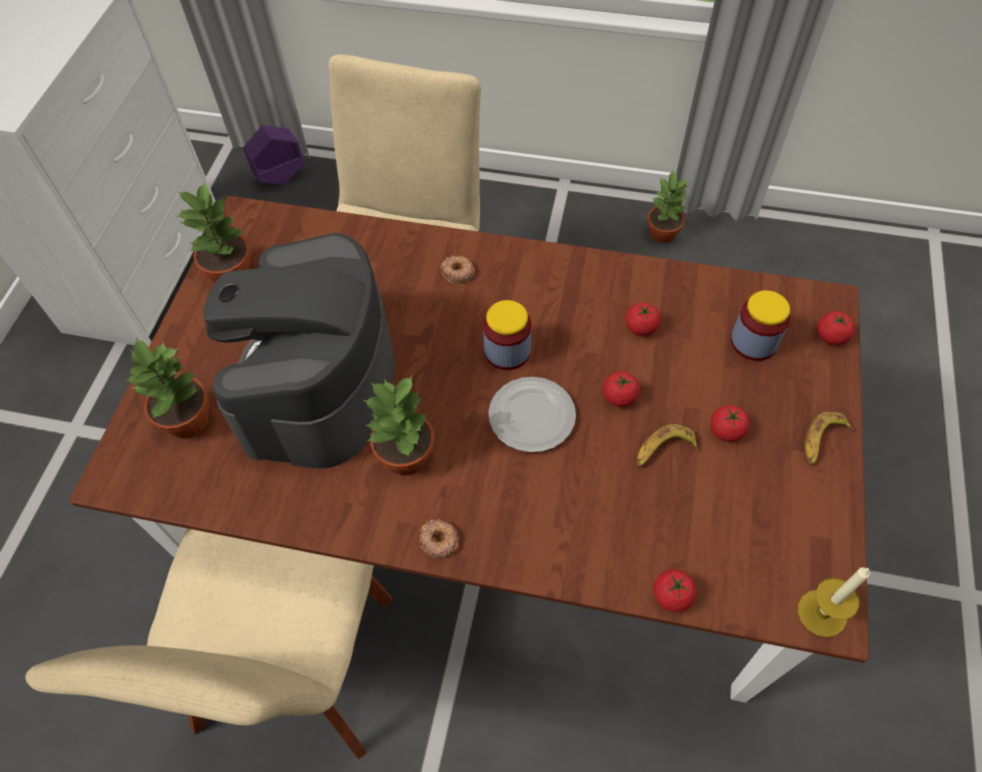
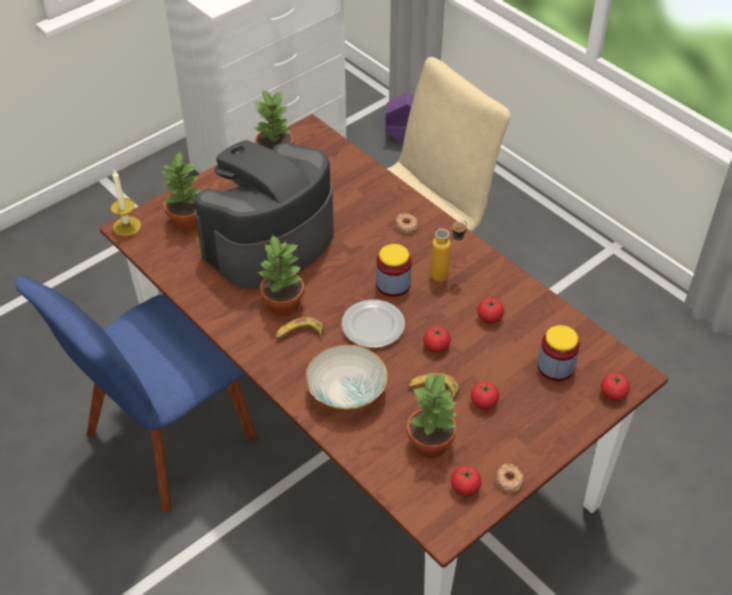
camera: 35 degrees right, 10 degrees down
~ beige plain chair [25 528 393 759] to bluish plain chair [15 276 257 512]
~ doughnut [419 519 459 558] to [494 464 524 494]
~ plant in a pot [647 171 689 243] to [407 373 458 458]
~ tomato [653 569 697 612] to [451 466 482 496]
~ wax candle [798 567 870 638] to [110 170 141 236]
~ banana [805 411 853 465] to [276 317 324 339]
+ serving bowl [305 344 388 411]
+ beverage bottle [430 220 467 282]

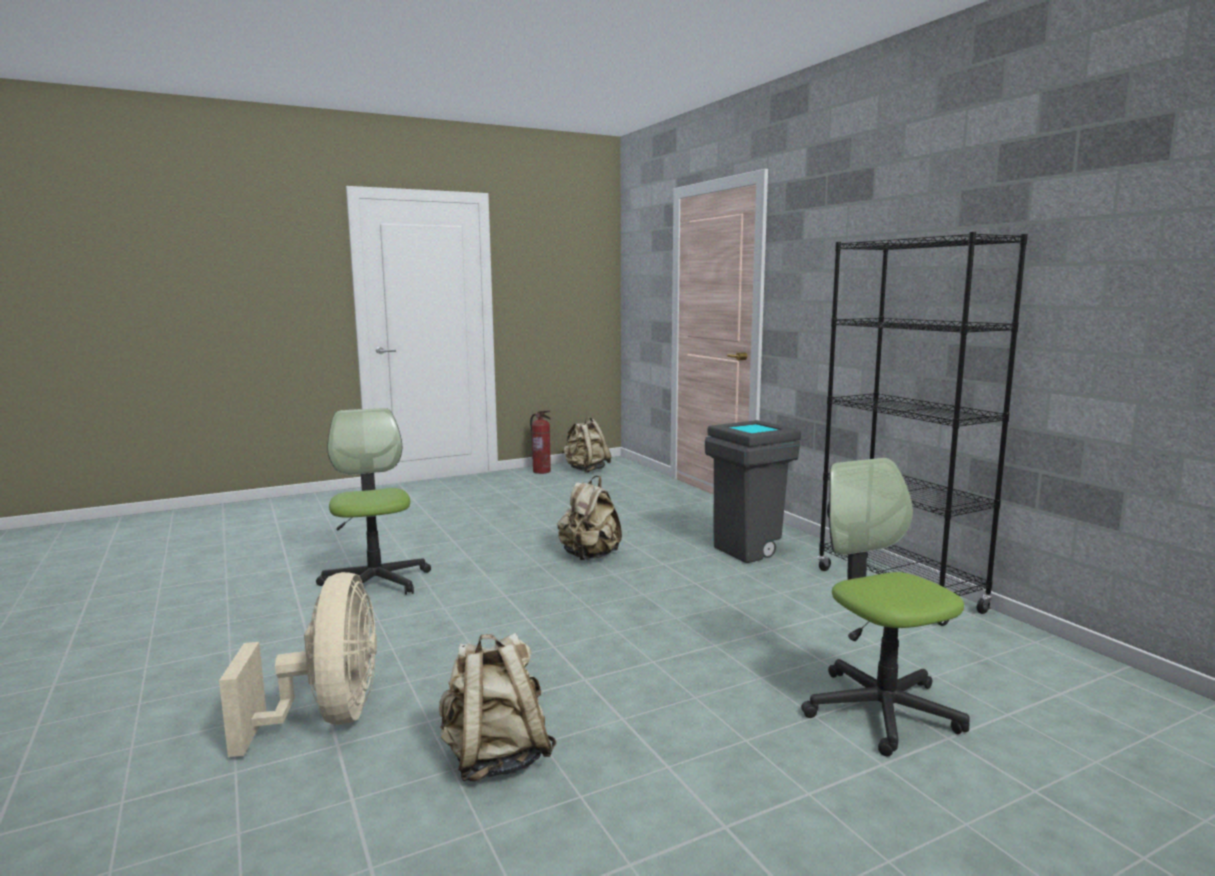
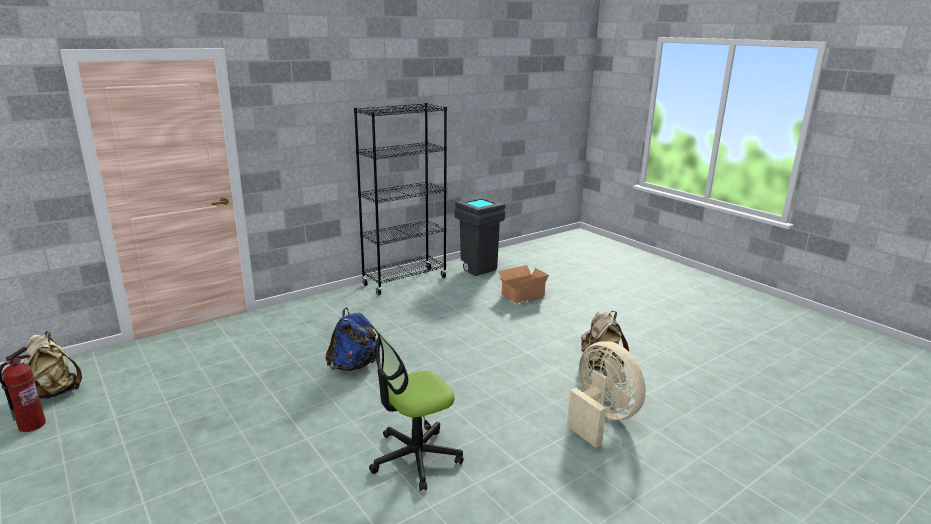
camera: 100 degrees left, 10 degrees up
~ beige fan [219 572 377 757] = [567 341 646 448] 75 degrees clockwise
~ beige backpack [558 476 622 560] to bluish backpack [325 307 377 371]
~ gray trash can [705 420 801 563] to [454 197 506 276]
~ office chair [801 458 970 757] to packing box [498 265 549 303]

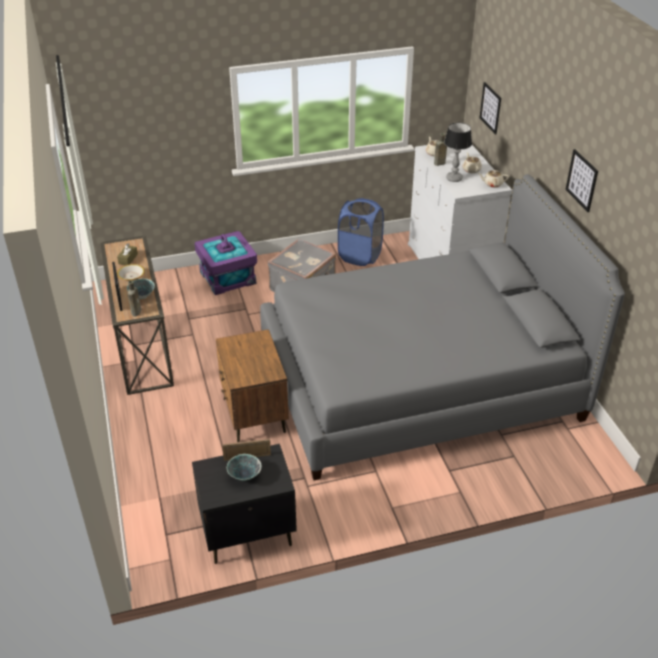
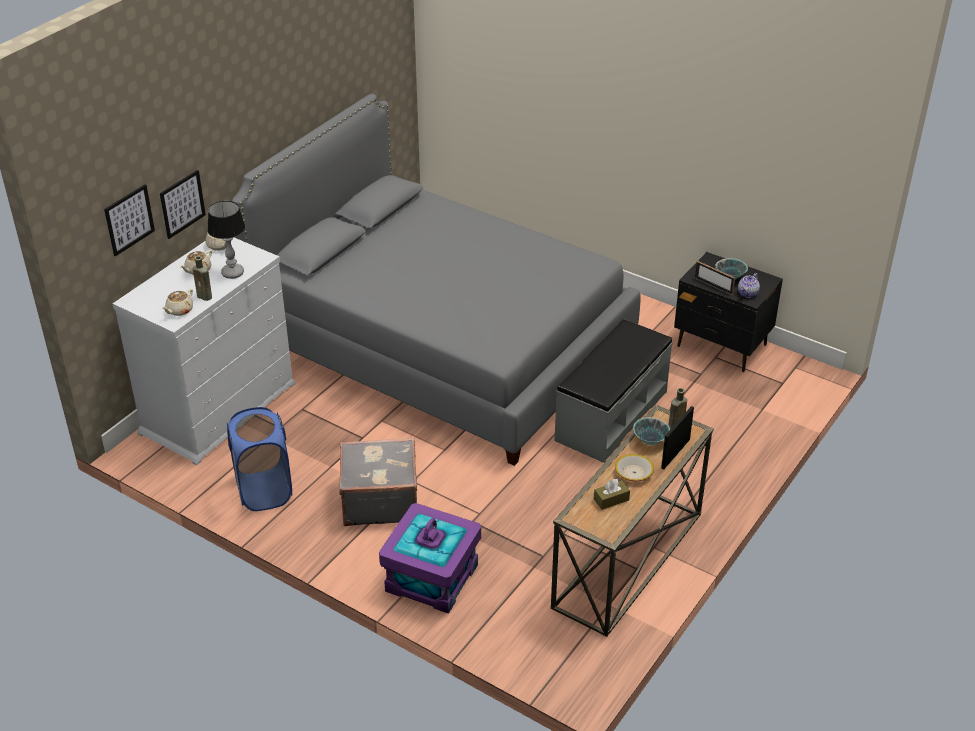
camera: 130 degrees left, 0 degrees up
~ brown-coloured night table [216 329 289 442] to gray indoor bench [555 319 673 463]
~ wall picture [565 149 598 212] to [160 170 206 239]
+ tea pot [738 273 760 298]

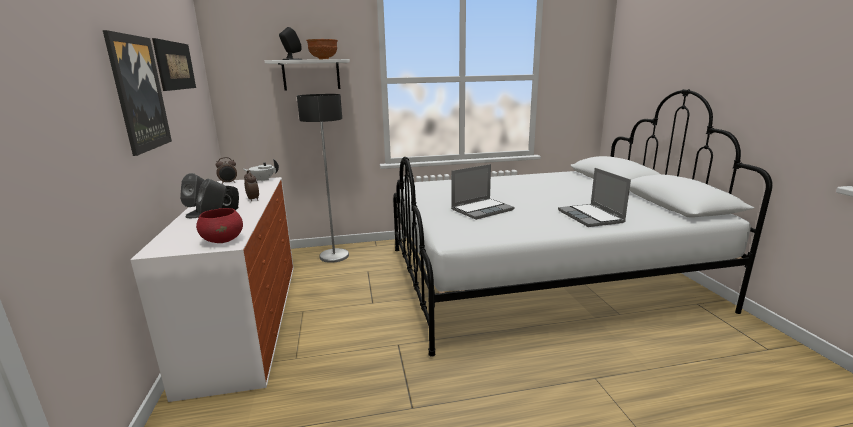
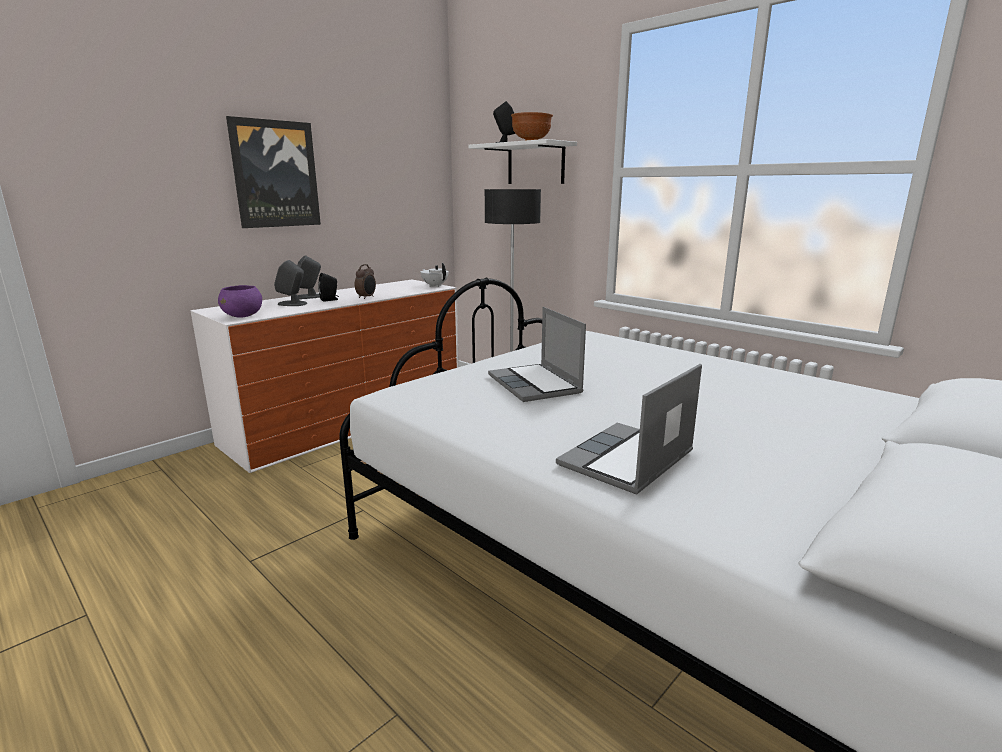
camera: 55 degrees right, 0 degrees up
- wall picture [152 38 196 91]
~ red-coloured serving bowl [196 208 243 243] to purplish serving bowl [218 285 262 318]
- bedside clock [216 157 237 184]
~ notebook computer [451 164 515 220] = [488 307 586 402] 45 degrees clockwise

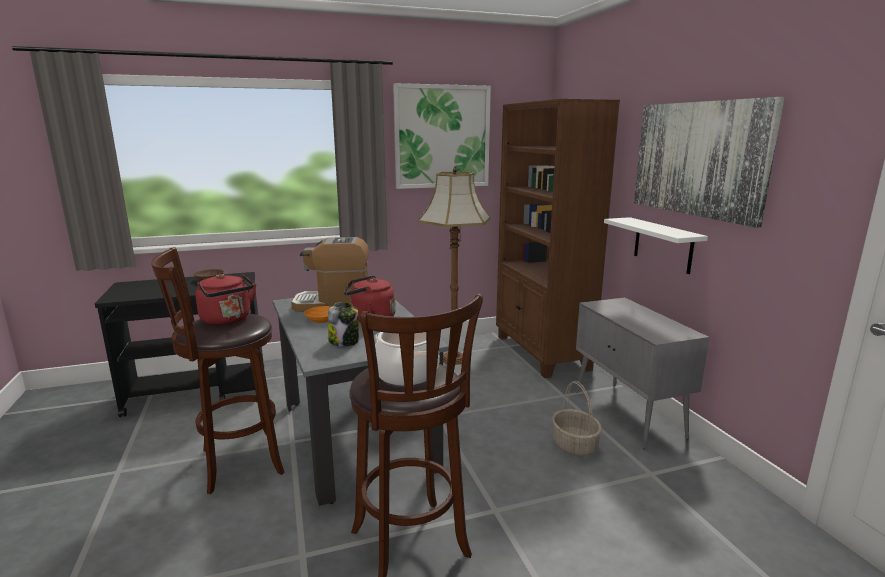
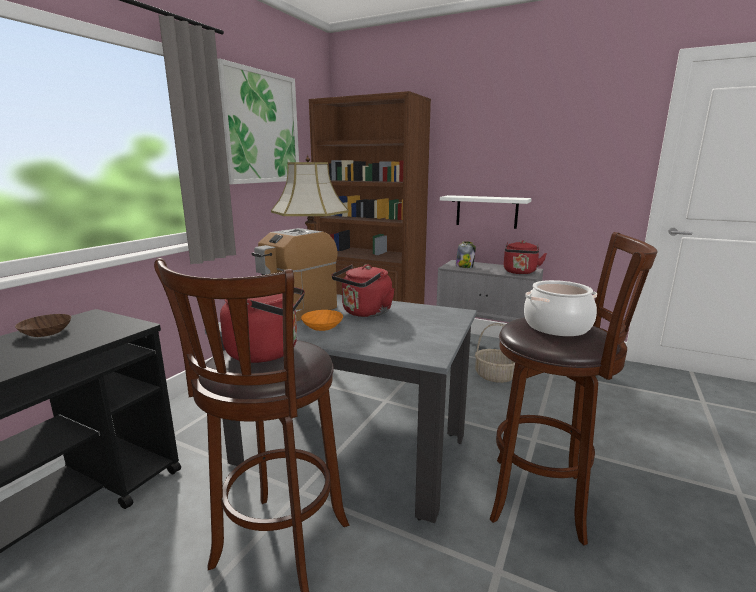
camera: 45 degrees left, 0 degrees up
~ jar [328 302 359 346] to [455 241 476 268]
- wall picture [634 97 785 228]
+ red-coloured tea kettle [504 240 547 274]

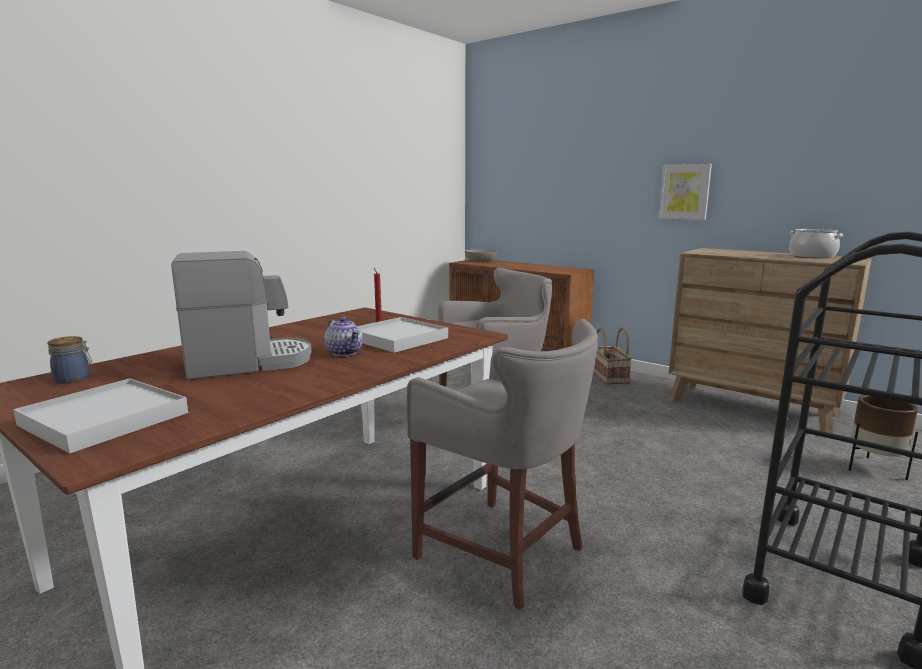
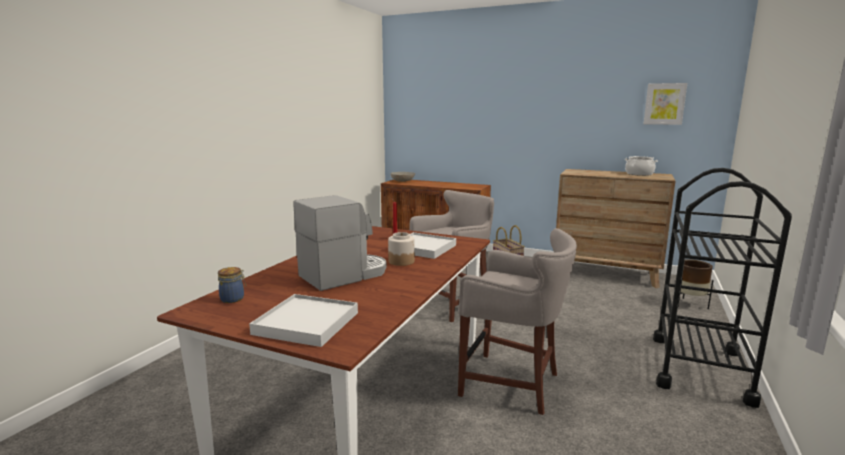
camera: 15 degrees left, 0 degrees up
~ tea pot [324 317 363 356] to jar [388 232 415 266]
~ wall picture [658 164 712 220] to [644 83 687 125]

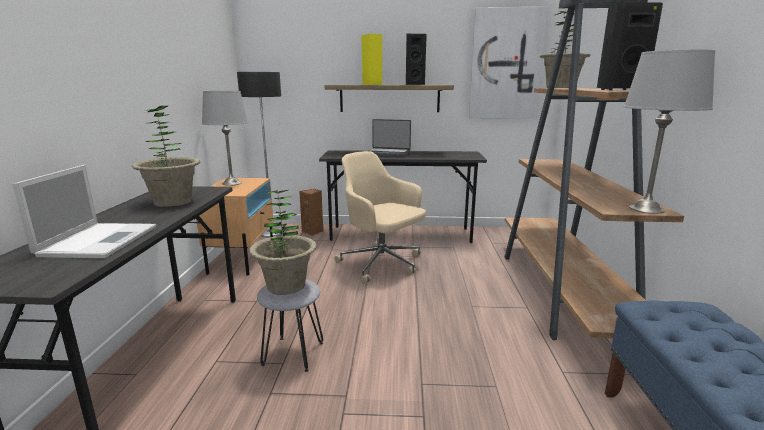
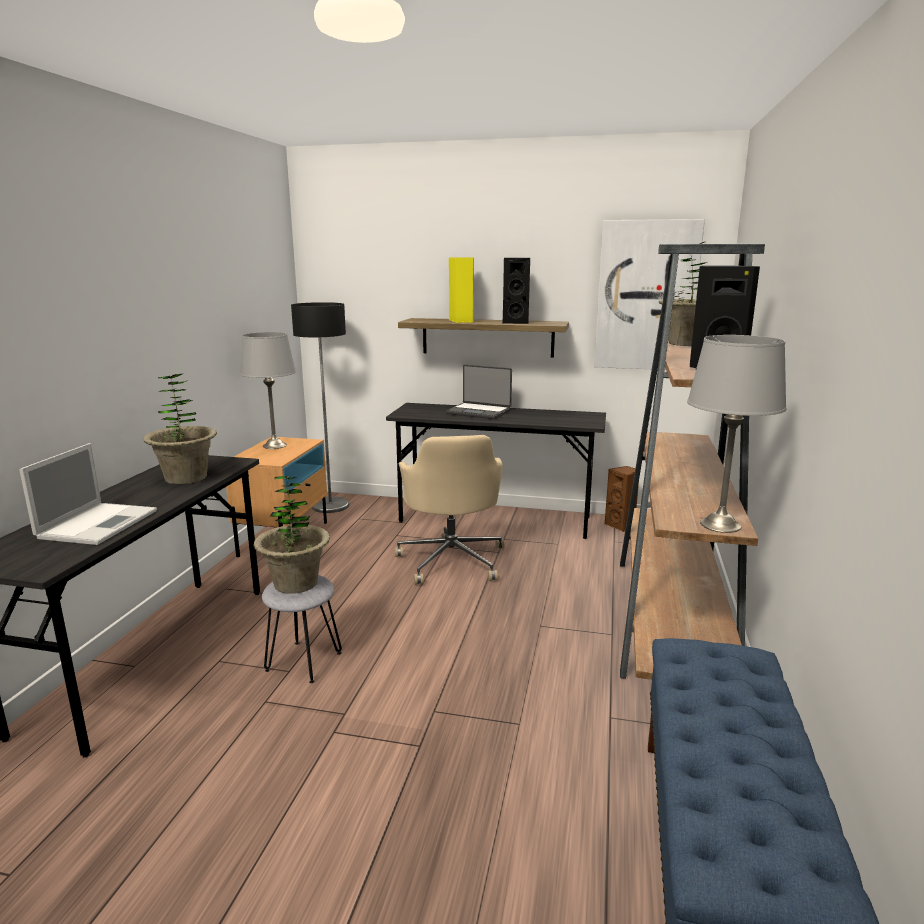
camera: 10 degrees right, 0 degrees up
~ brown-coloured audio speaker [299 189 323 236] to [605 466 639 532]
~ beige office chair [334 151 426 284] = [395 435 504 585] 150 degrees counterclockwise

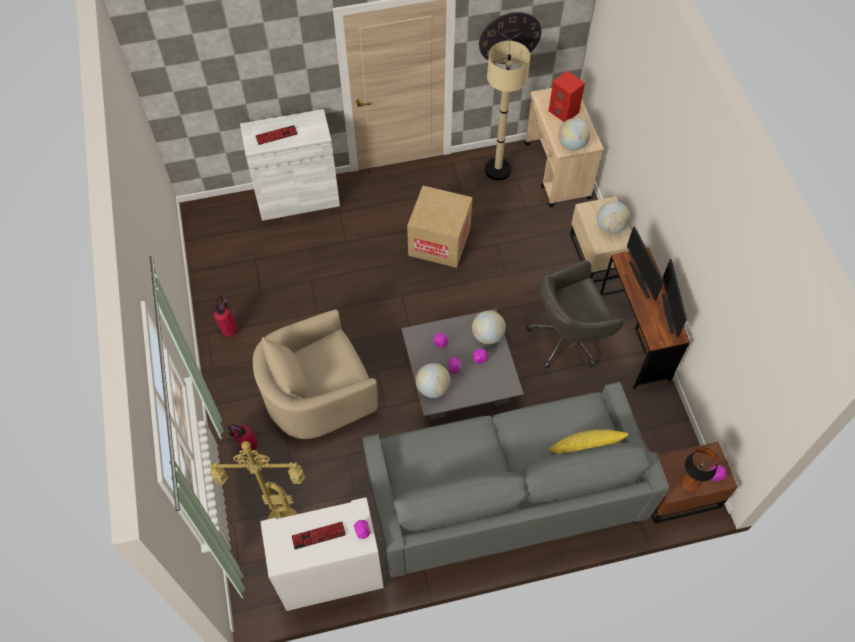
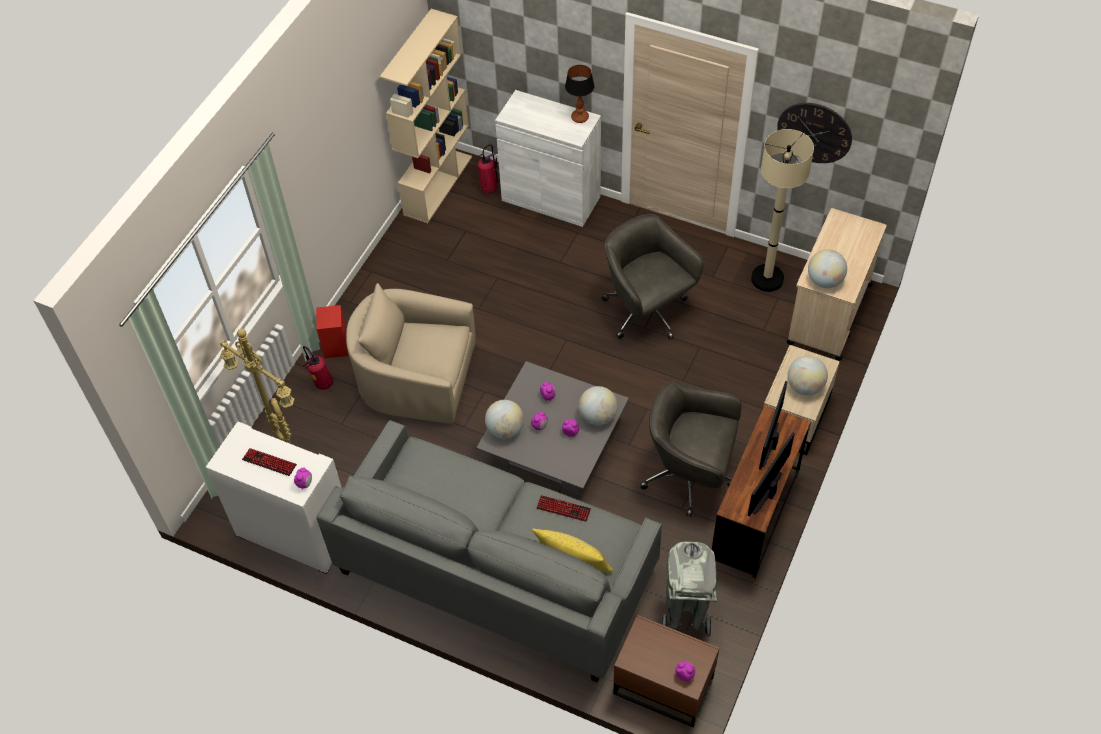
camera: 40 degrees right, 5 degrees down
~ extinguisher [211 295 238 337] to [478 144 498 193]
~ PC keyboard [256 125 297 145] to [537 495 591 522]
~ packing box [407 186 473 268] to gray office chair [601 214 704 339]
~ red-coloured audio speaker [548 71 585 122] to [316 305 349 358]
~ lamp for a table [681 447 718 491] to [565 65 594 123]
+ beige bookshelf [380 9 472 223]
+ gray trash can [661 541 718 637]

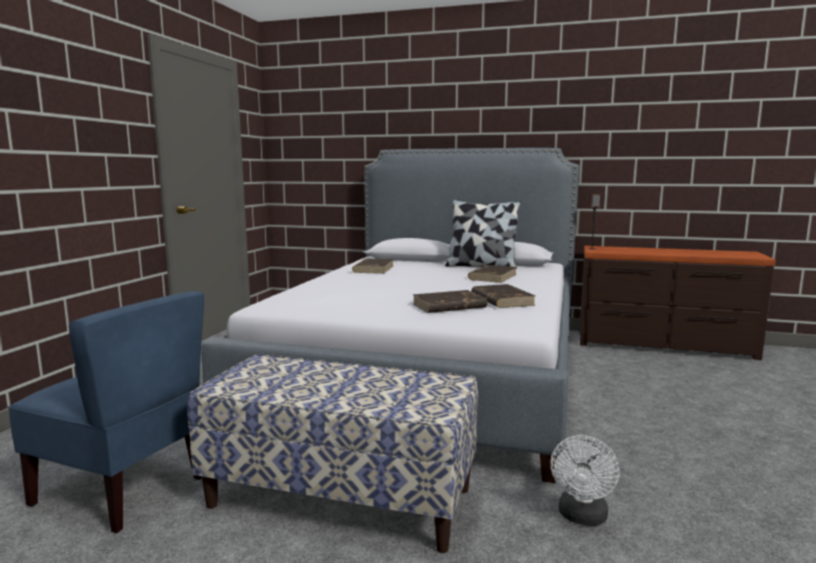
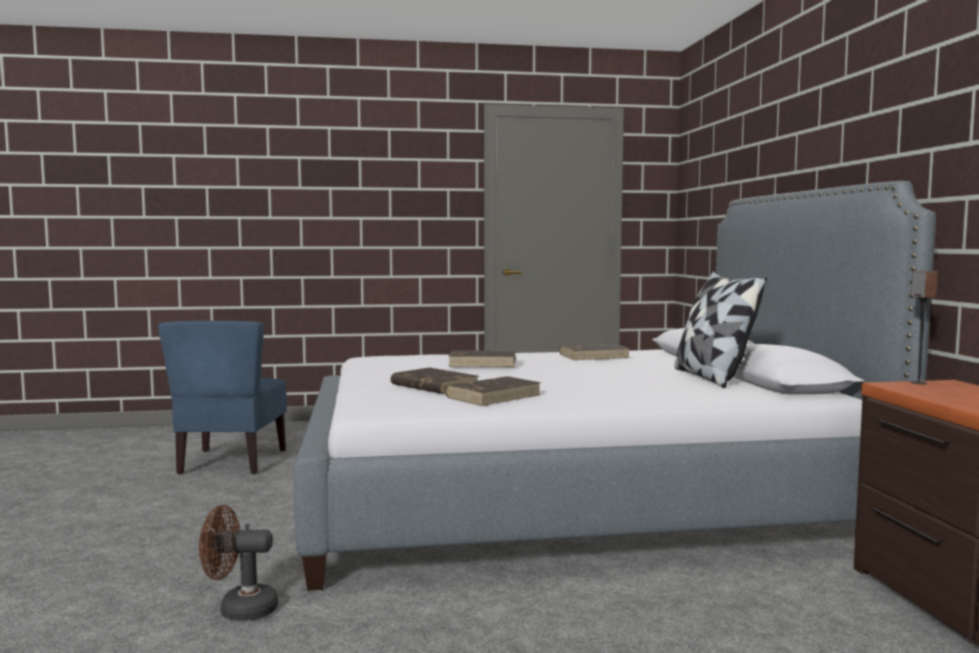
camera: 65 degrees right, 5 degrees down
- indoor bench [187 354 478 553]
~ brown-coloured bound book [468 265 517 283] to [449 350 515 367]
~ white fan [550 435 620 526] to brown-coloured fan [199 505 278 621]

